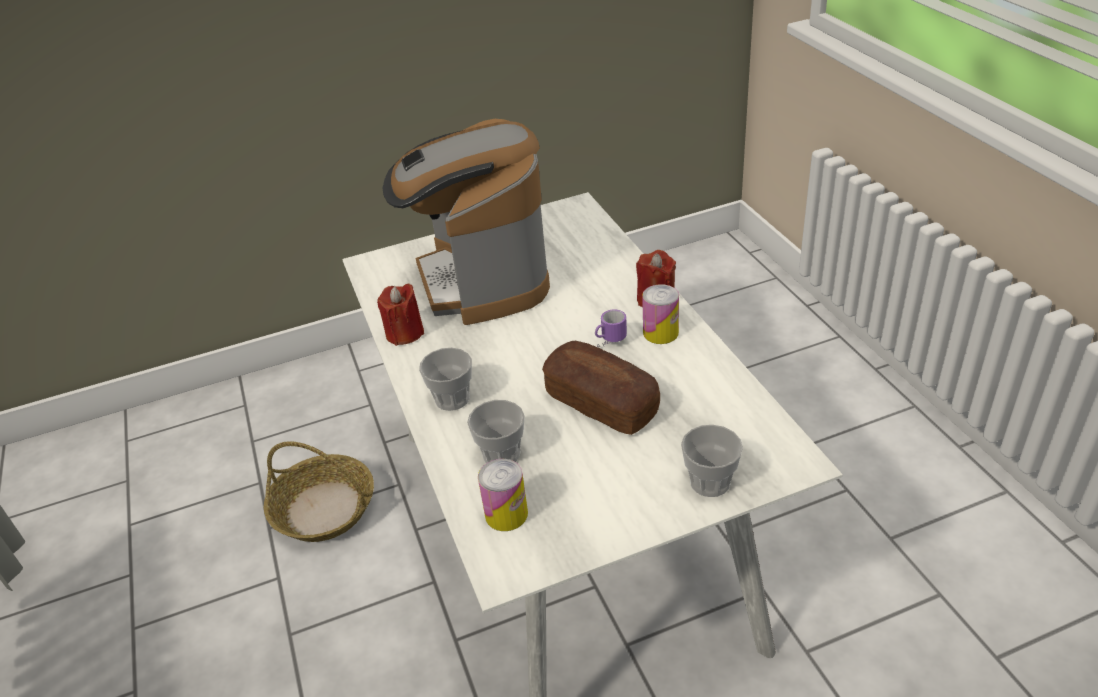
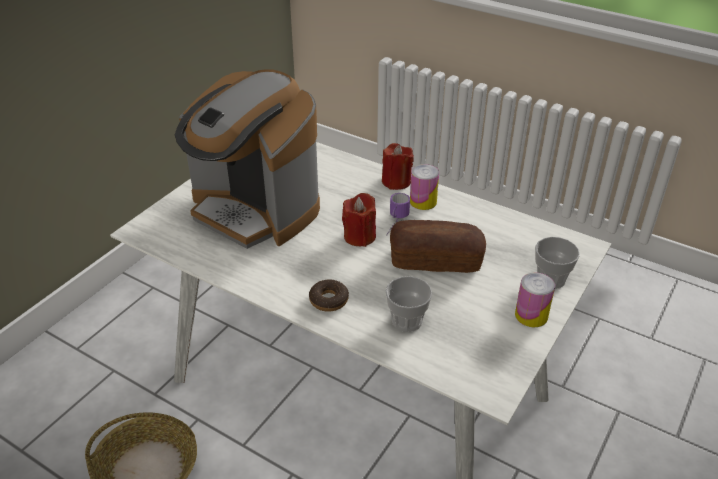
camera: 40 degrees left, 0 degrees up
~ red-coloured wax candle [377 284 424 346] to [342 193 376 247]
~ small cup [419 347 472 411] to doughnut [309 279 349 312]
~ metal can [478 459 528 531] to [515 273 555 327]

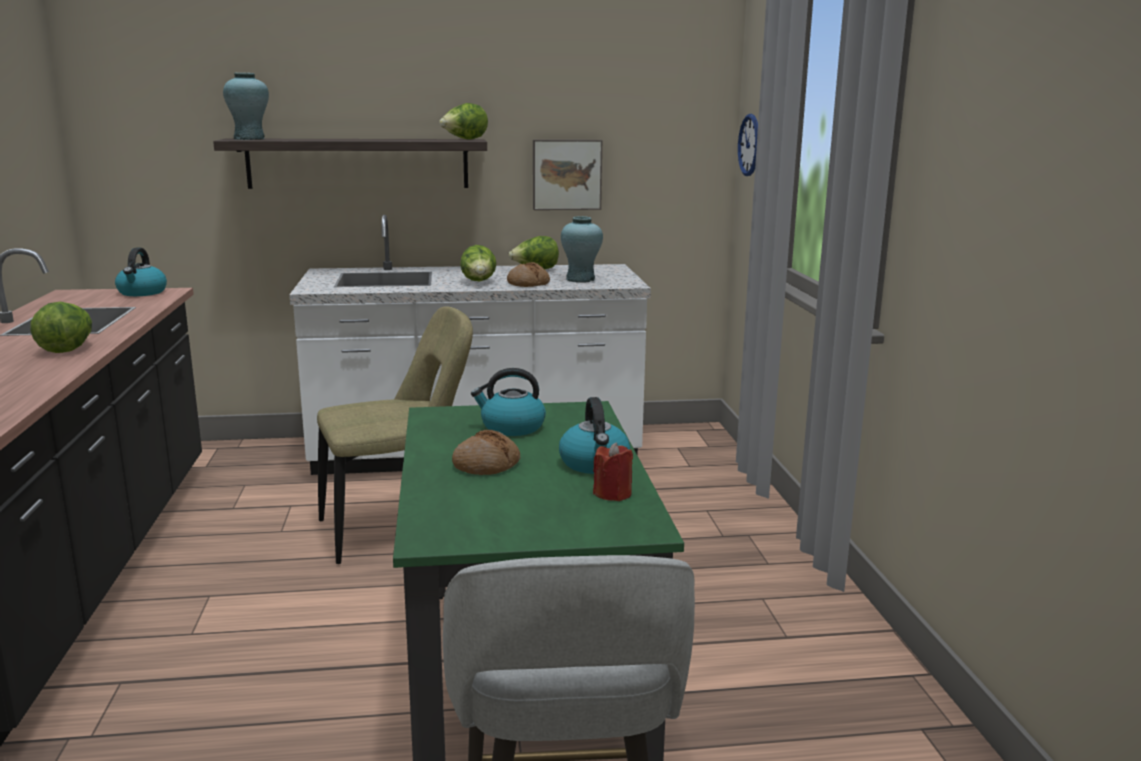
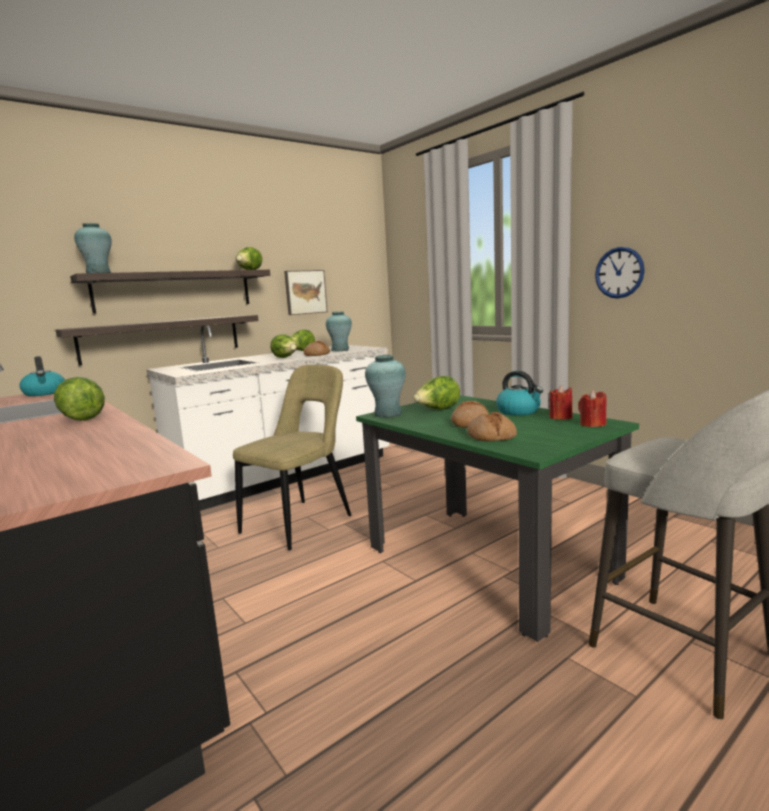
camera: 30 degrees left, 5 degrees down
~ tea kettle [471 368 546 436] to head of lettuce [413 376 460 410]
~ wall clock [738 114 758 176] to [595 247 645 299]
+ bracket shelf [56 315 259 366]
+ blue-green vase [365 355 406 418]
+ baked bread [467 412 517 441]
+ red-coloured wax candle [578 390 607 427]

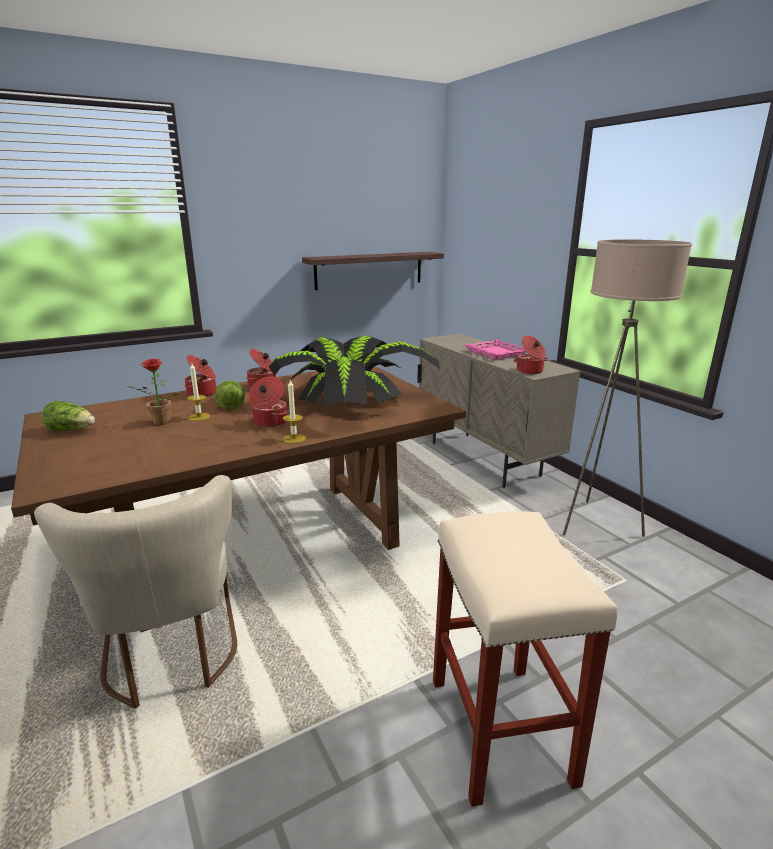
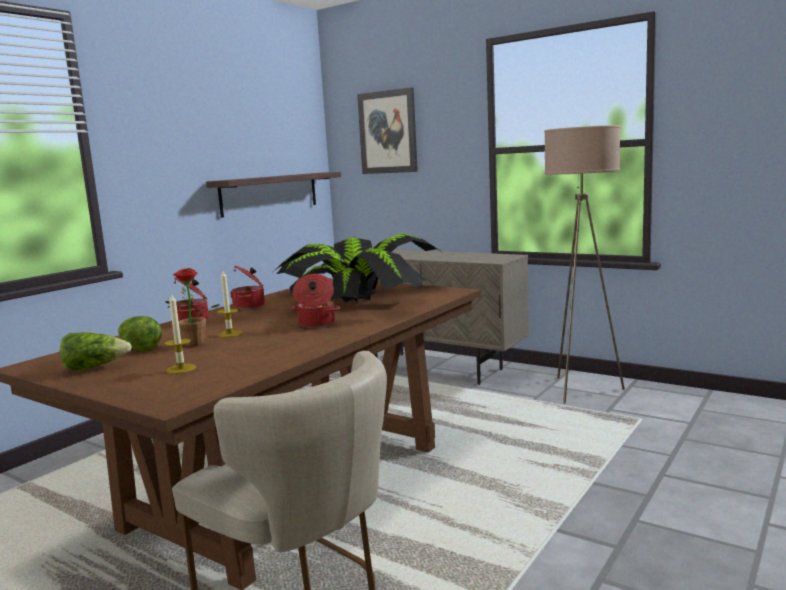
camera: 25 degrees left, 10 degrees down
~ head of lettuce [215 380 245 410] to [118 316 162 352]
~ wax candle [283 380 306 444] to [165 293 196 374]
- beige stool seat [433 511 618 807]
- pink tray [465 339 526 360]
- saucepot [513 335 548 374]
+ wall picture [357 87 418 174]

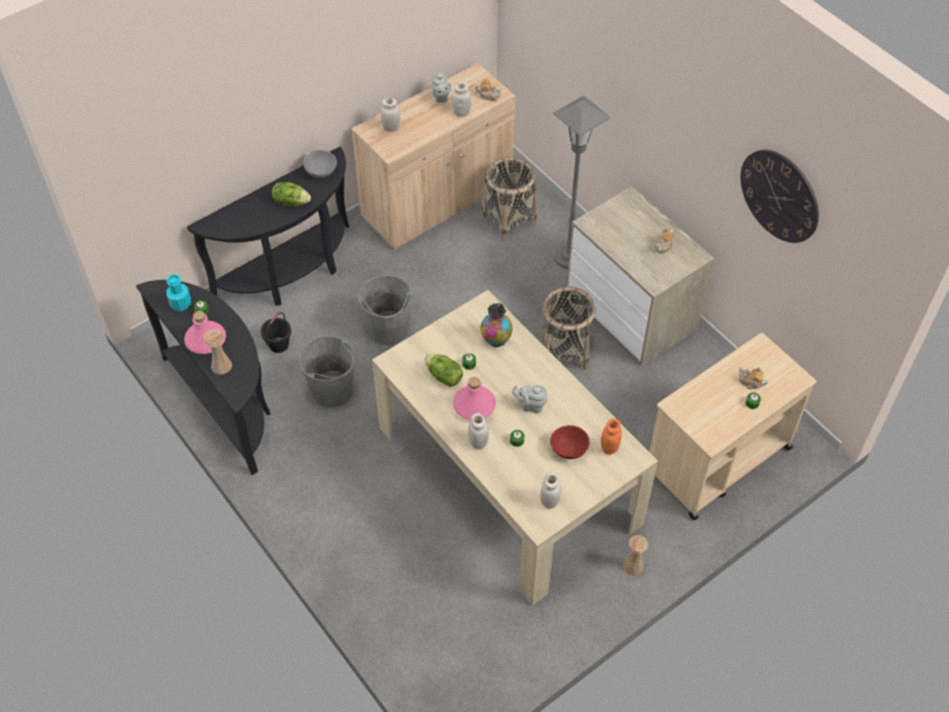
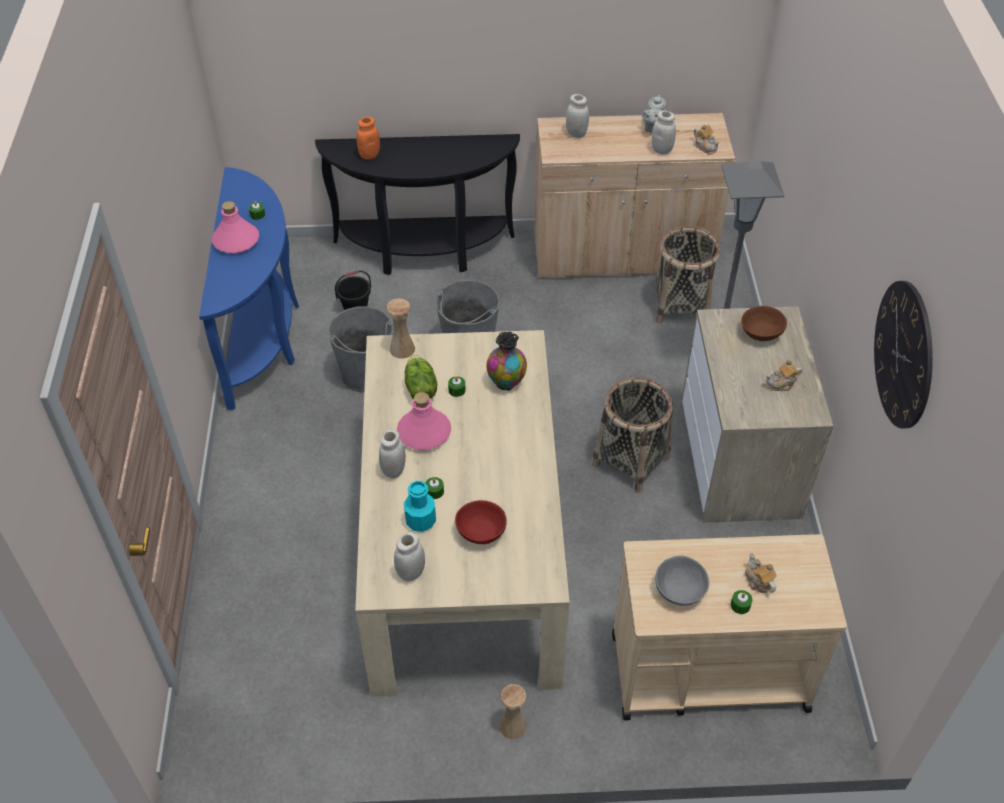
camera: 35 degrees right, 5 degrees down
~ black-coloured hall table [136 280 270 475] to bluish hall table [199 167 299 410]
~ blue-green beverage bottle [166 274 191 311] to [404 481 436 532]
~ beige vase [204 329 232 374] to [387 298 415 358]
- head of lettuce [272 182 311 206]
~ gray serving bowl [303 150 337 178] to [655 556 709 606]
- gray tea pot [512 385 548 414]
~ orangey jar [601 418 622 455] to [356 117 380 160]
+ brown-coloured serving bowl [741 306 787 341]

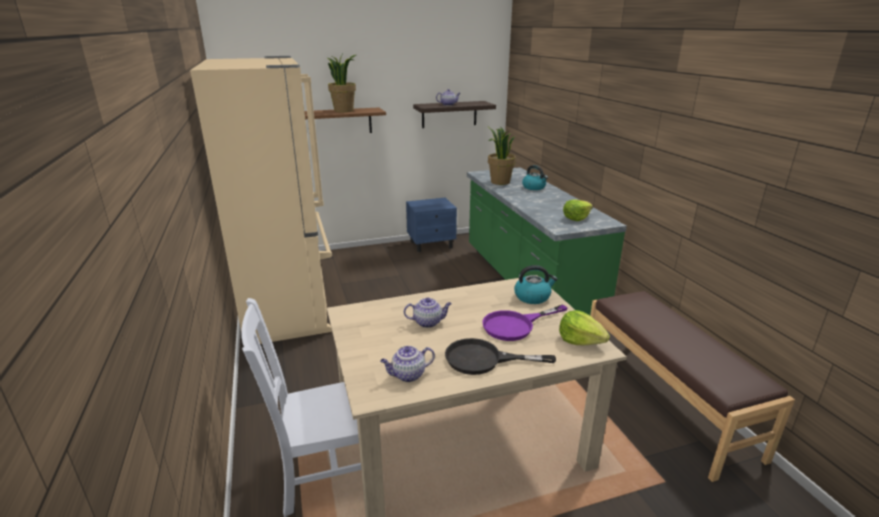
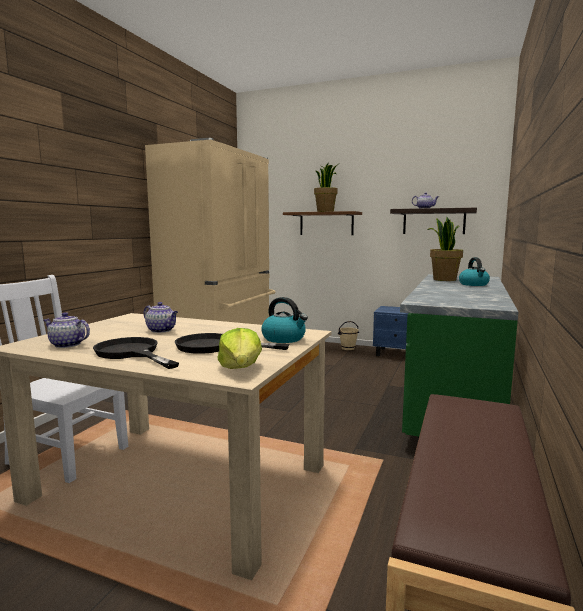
camera: 40 degrees right, 15 degrees down
~ purplish skillet [482 305 567 341] to black-coloured skillet [175 333 289 354]
- head of lettuce [563 200 593 221]
+ beige bucket [338 321 359 350]

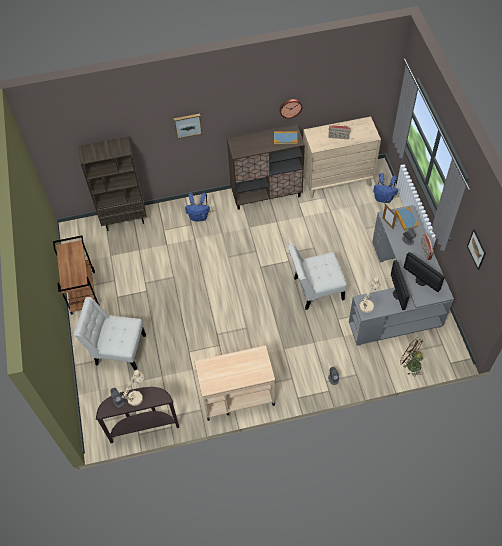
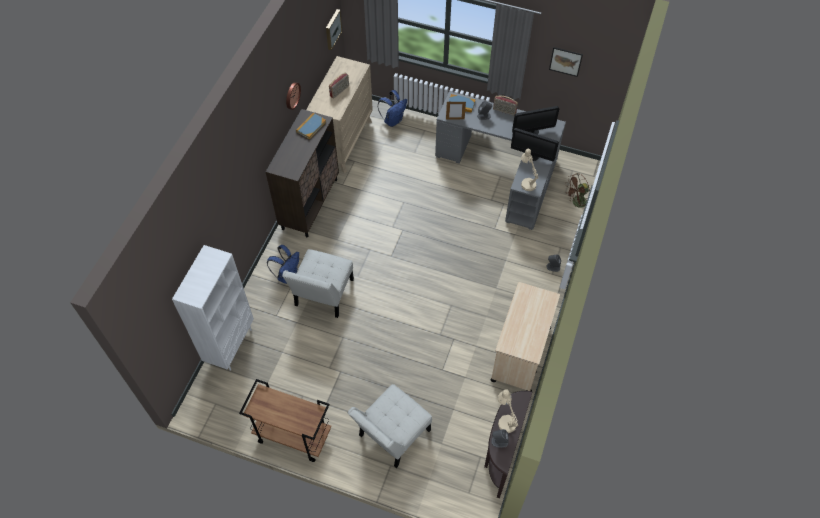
camera: 60 degrees left, 0 degrees up
~ brown-coloured bookshelf [78 137 147 231] to white bookshelf [172 245 254 371]
~ wall picture [174 114 202 139] to [326 9 342 50]
~ white plain chair [288 244 347 310] to [282 249 354 318]

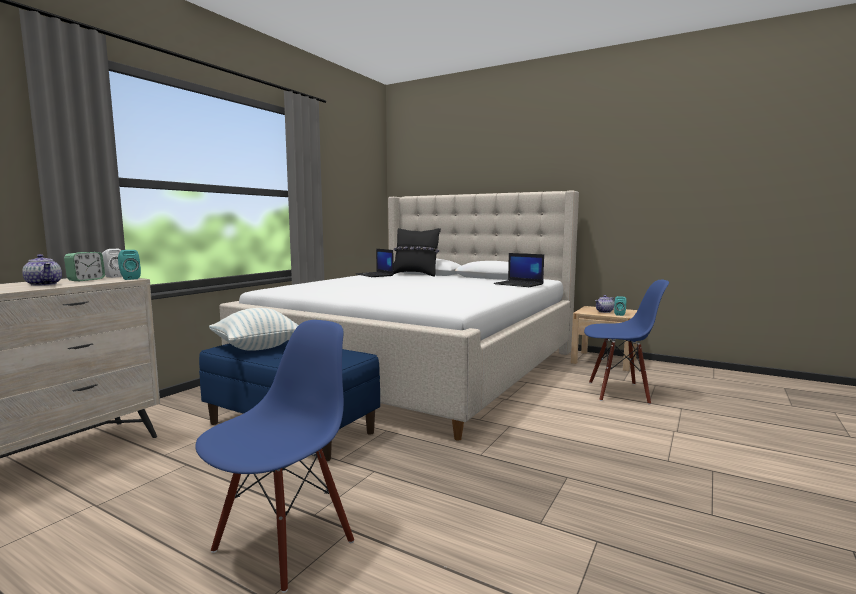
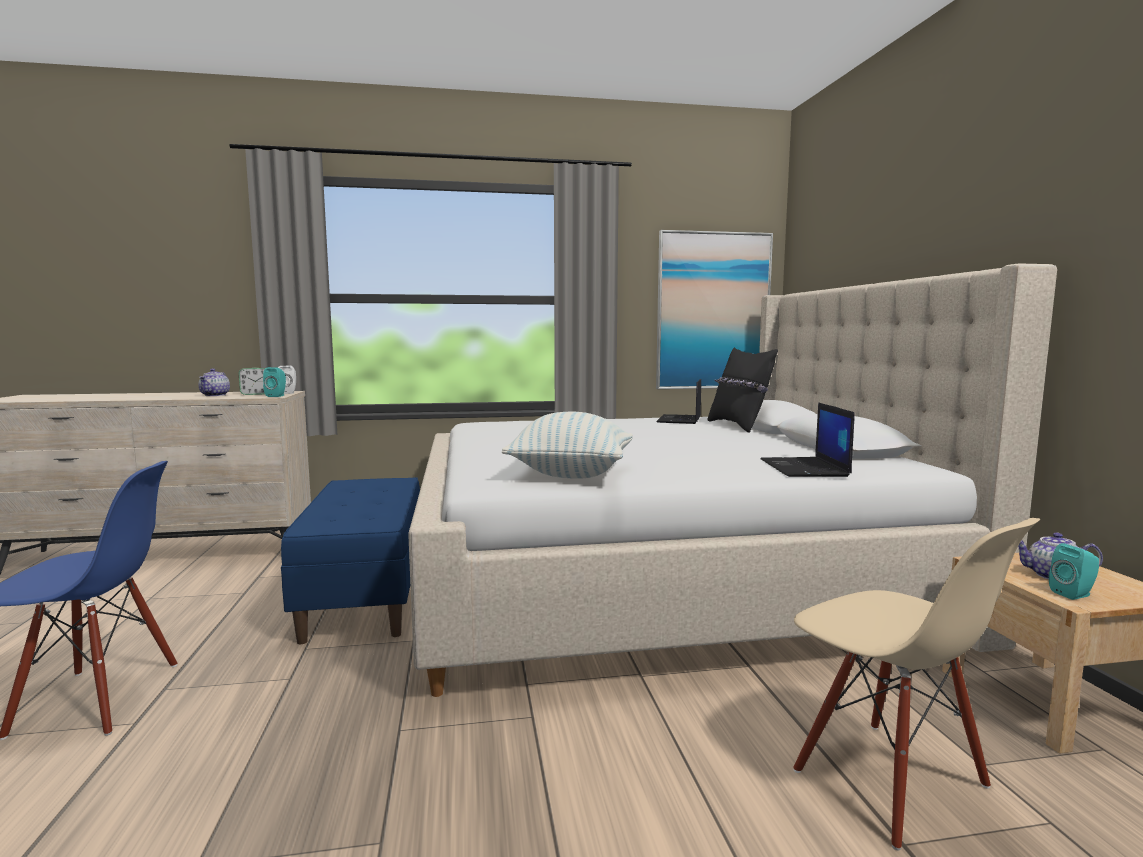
camera: 50 degrees right, 0 degrees up
~ cushion [209 308 299 351] to [502 412 633 479]
~ bluish plain chair [584 280 669 405] to beige plain chair [793 518 1040 850]
+ wall picture [656 230 773 389]

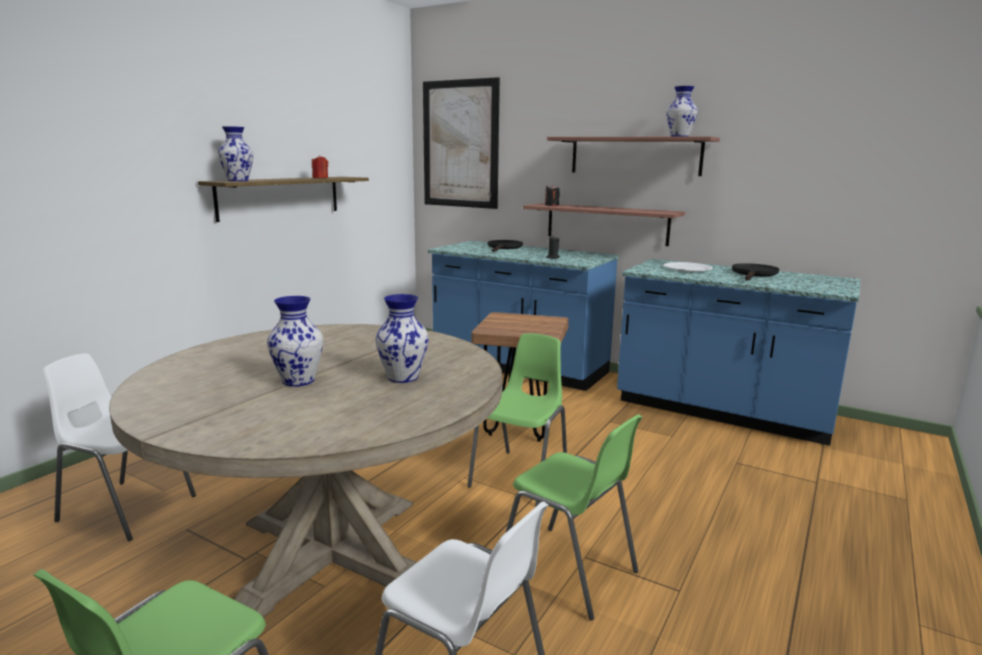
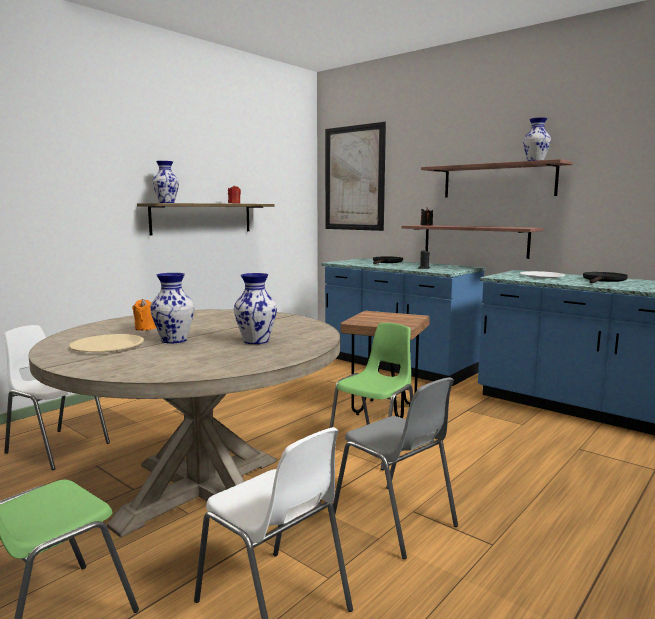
camera: 10 degrees right, 5 degrees down
~ green plain chair [505 414 642 620] to gray plain chair [333 377 458 559]
+ beige flat dish [69 334 144 352]
+ orangey wax candle [133 299 156 331]

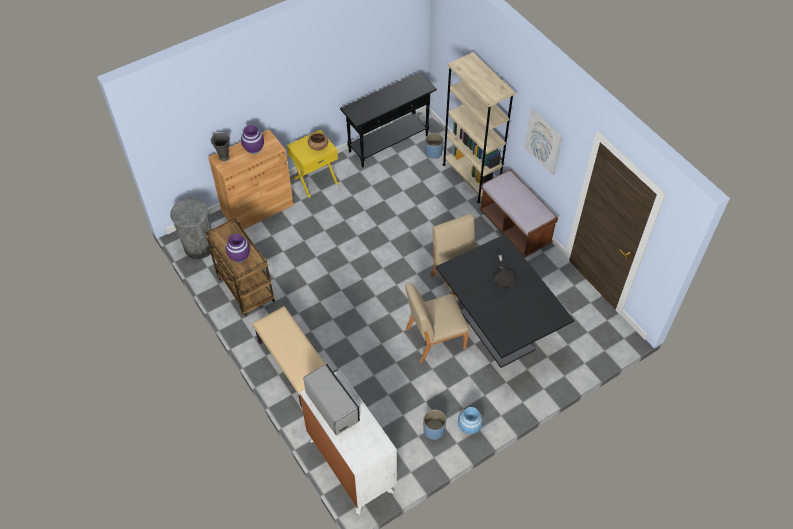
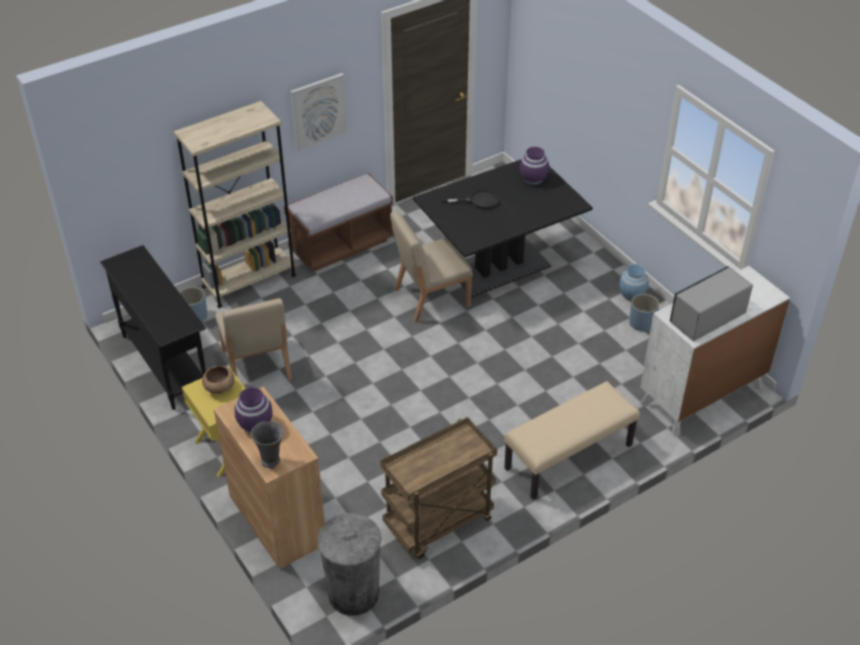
camera: 90 degrees left, 10 degrees down
~ purplish vase [226 234 250 262] to [520 147 549 185]
~ beige plain chair [405 283 469 363] to [215 298 292 380]

